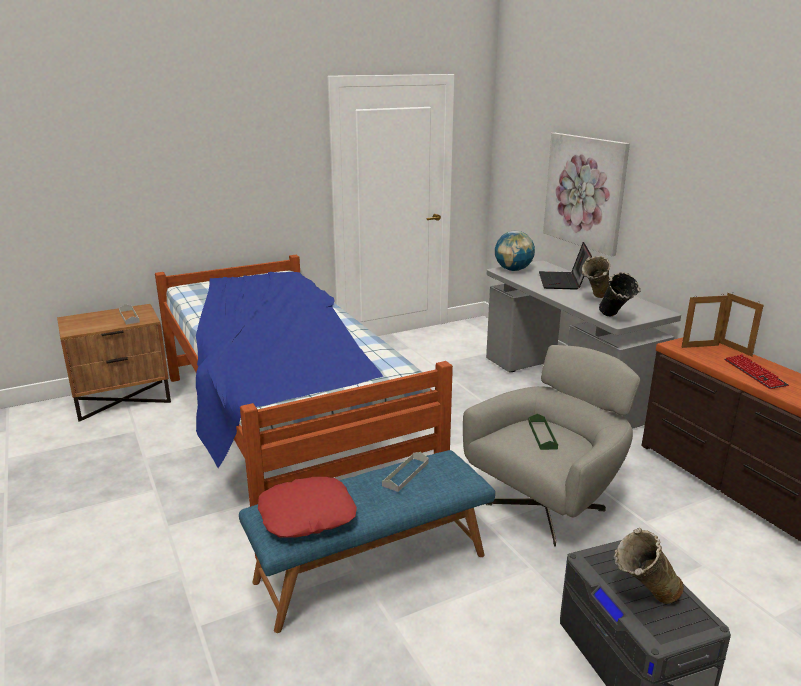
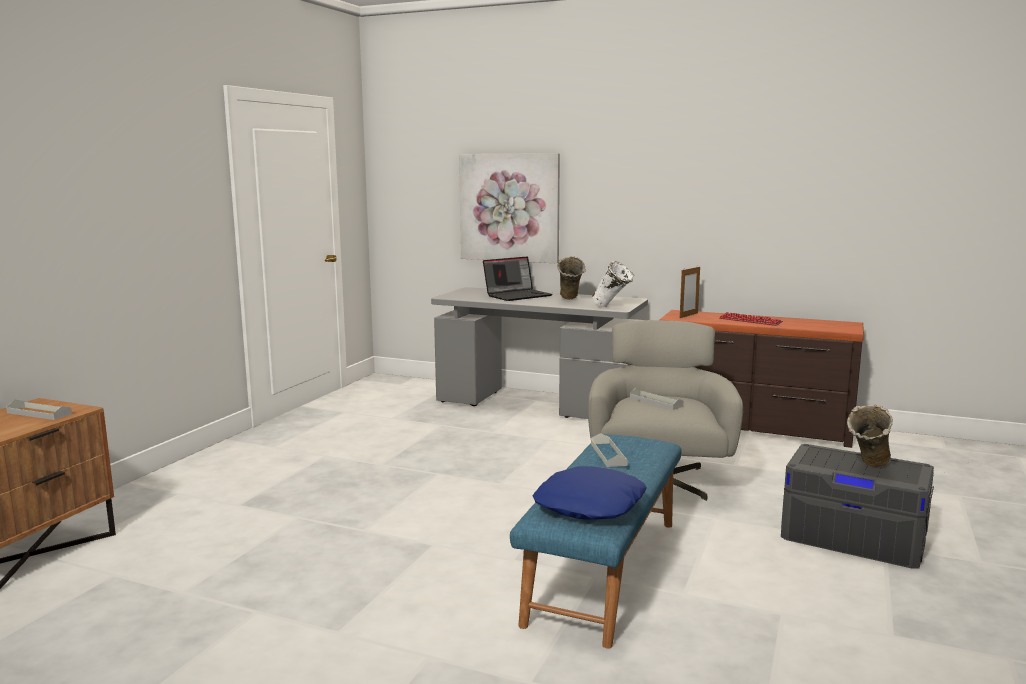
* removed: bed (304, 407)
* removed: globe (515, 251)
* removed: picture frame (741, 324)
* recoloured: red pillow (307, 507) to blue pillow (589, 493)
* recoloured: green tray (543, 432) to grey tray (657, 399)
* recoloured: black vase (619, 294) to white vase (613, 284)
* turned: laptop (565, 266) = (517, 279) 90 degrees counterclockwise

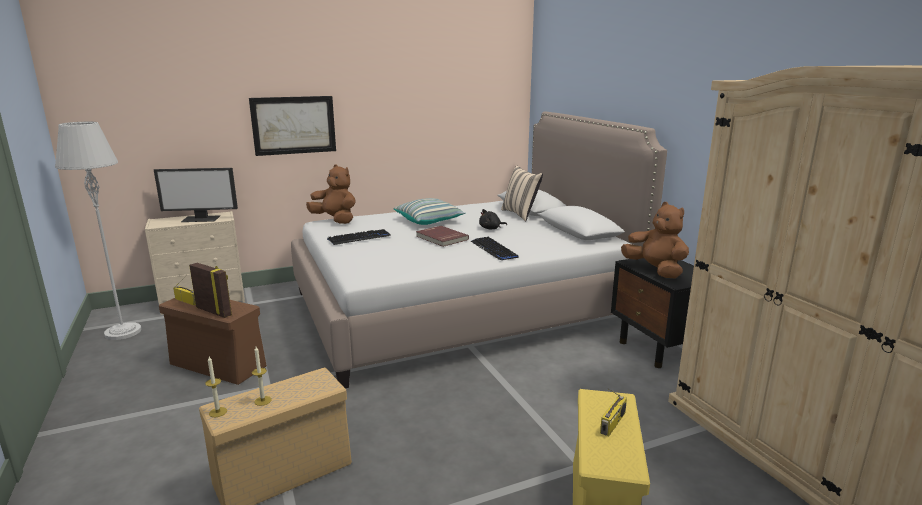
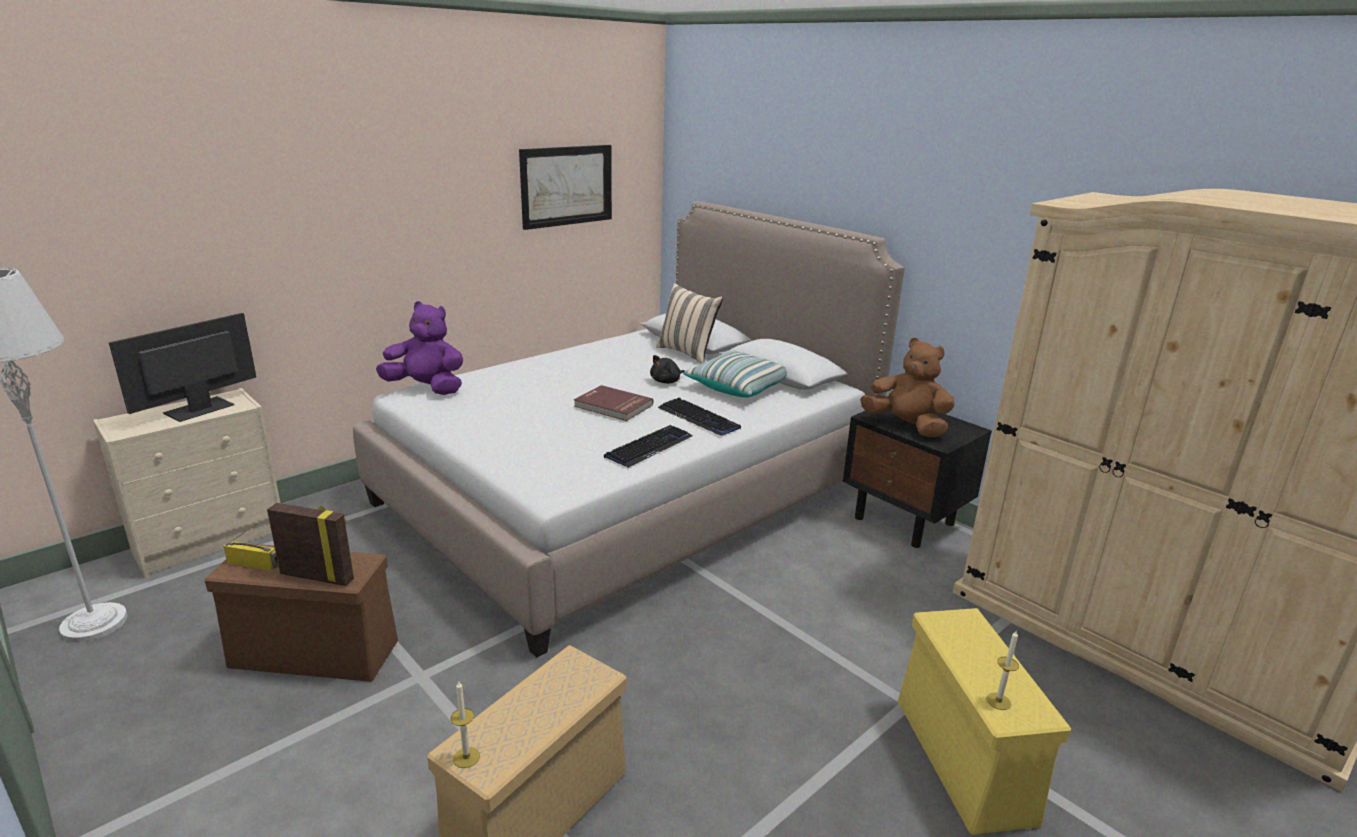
* removed: radio (613, 412)
* moved: picture (292, 126) to (565, 187)
* moved: candle (262, 376) to (1002, 670)
* moved: keyboard (359, 237) to (648, 446)
* moved: pillow (430, 211) to (735, 375)
* recoloured: brown plush toy (331, 194) to purple plush toy (419, 348)
* turned: monitor (196, 195) = (182, 367) 150 degrees clockwise

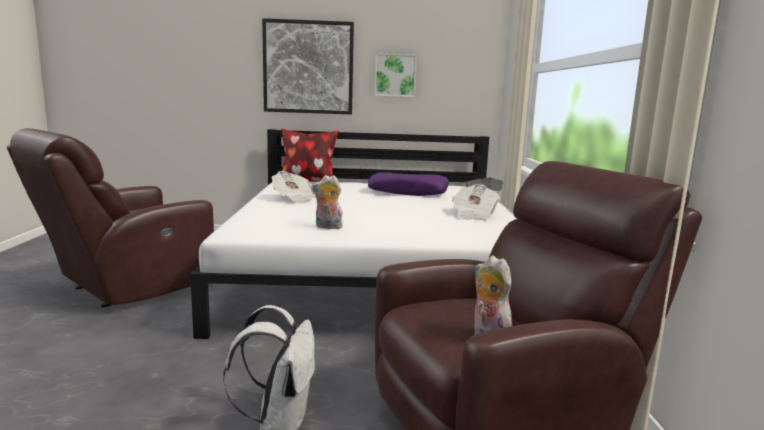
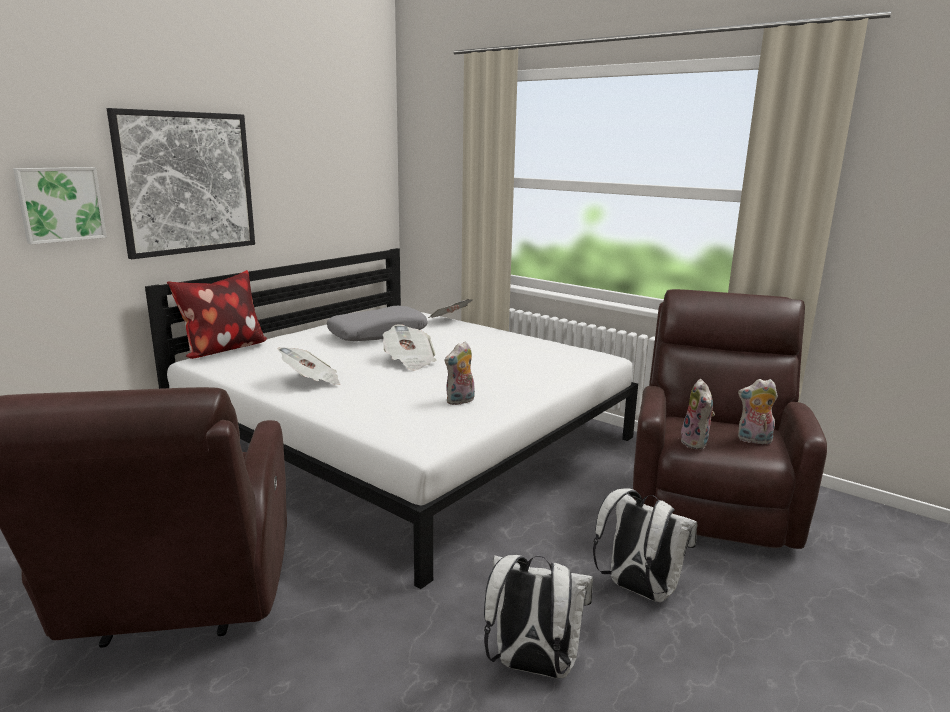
* added: white backpack (538, 616)
* added: plush toy (698, 414)
* moved: picture (395, 75) to (60, 206)
* moved: newspaper (476, 202) to (410, 347)
* recoloured: purple pillow (408, 184) to grey pillow (377, 323)

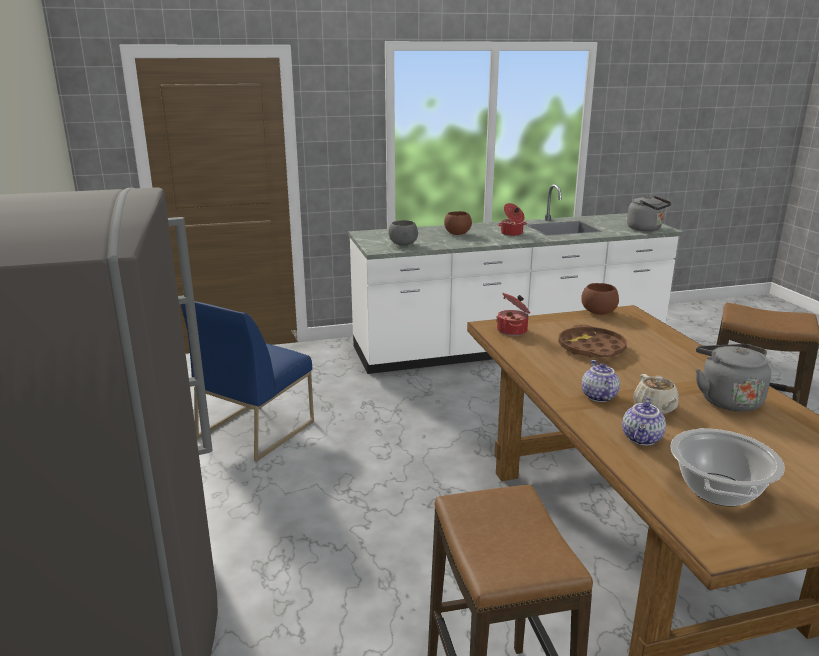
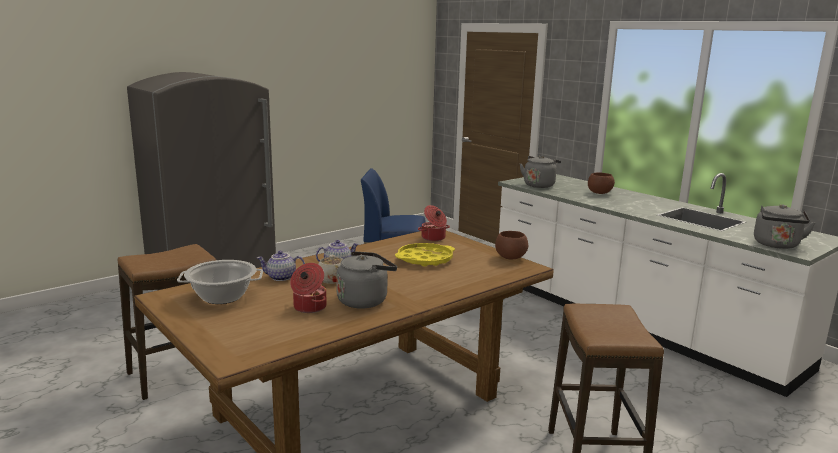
* moved: cooking pot (512, 219) to (308, 288)
* replaced: grey bowl (403, 233) to grey kettle (540, 172)
* recoloured: brown tray (592, 340) to yellow tray (425, 255)

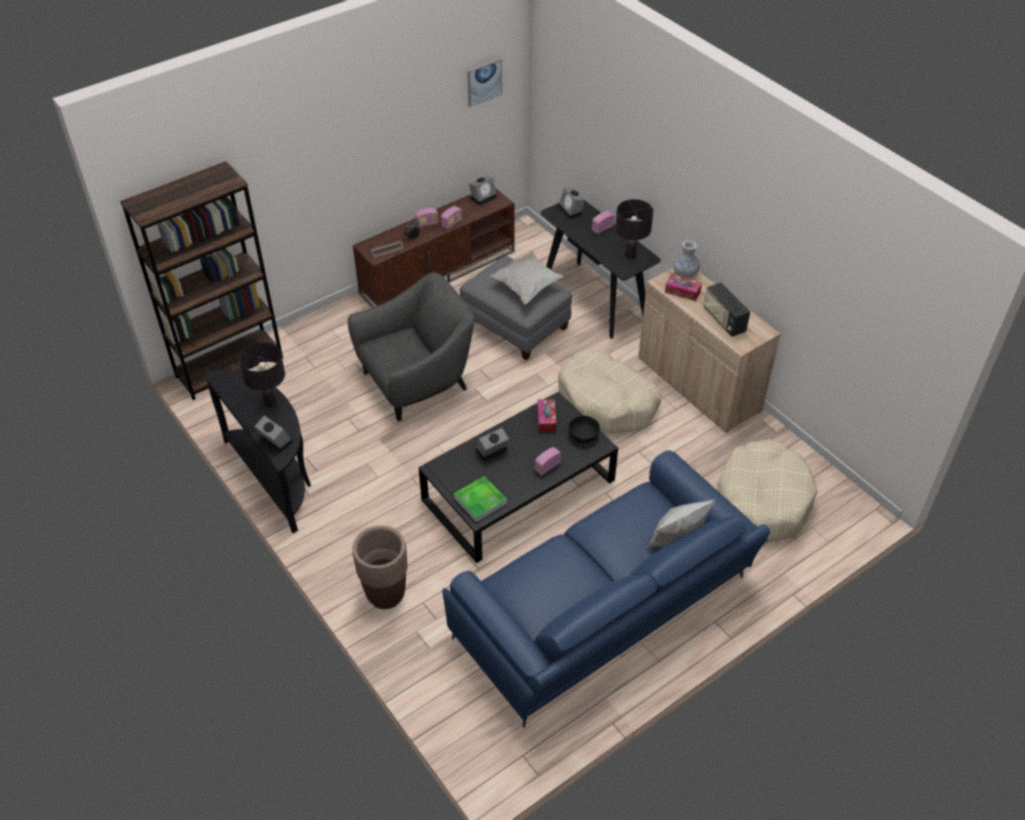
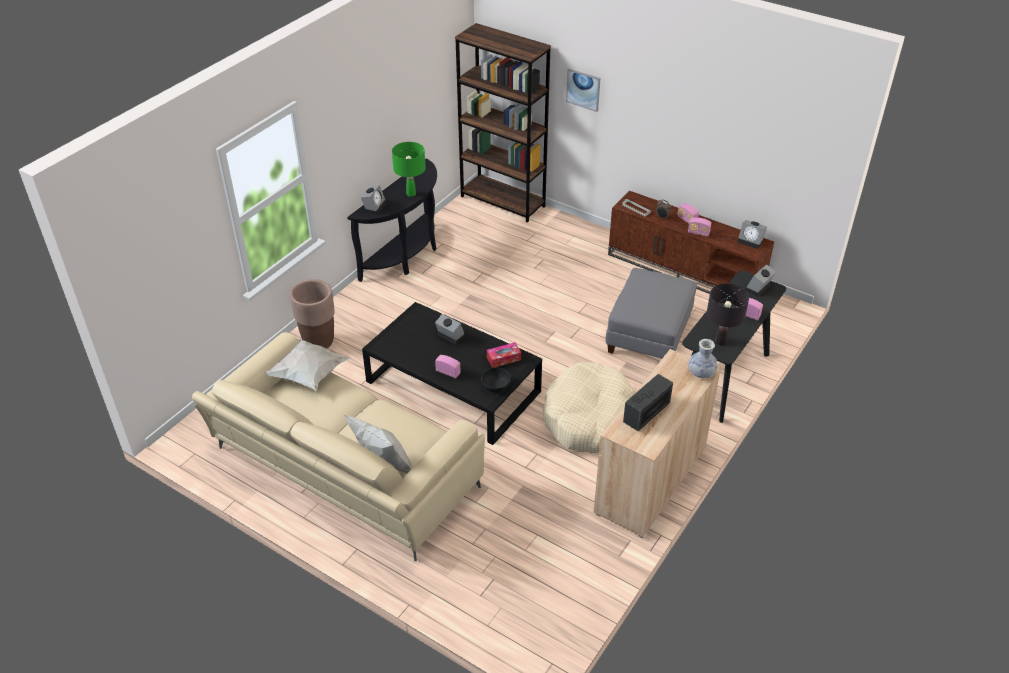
* removed: grey armchair (411, 346)
* removed: tray (480, 499)
* removed: tissue box (683, 287)
* removed: beige dog bed (767, 491)
* moved: picture (484, 82) to (583, 90)
* moved: white pillow (527, 277) to (308, 365)
* recoloured: black table lamp (262, 374) to green table lamp (409, 169)
* recoloured: blue sofa (606, 589) to beige sofa (338, 446)

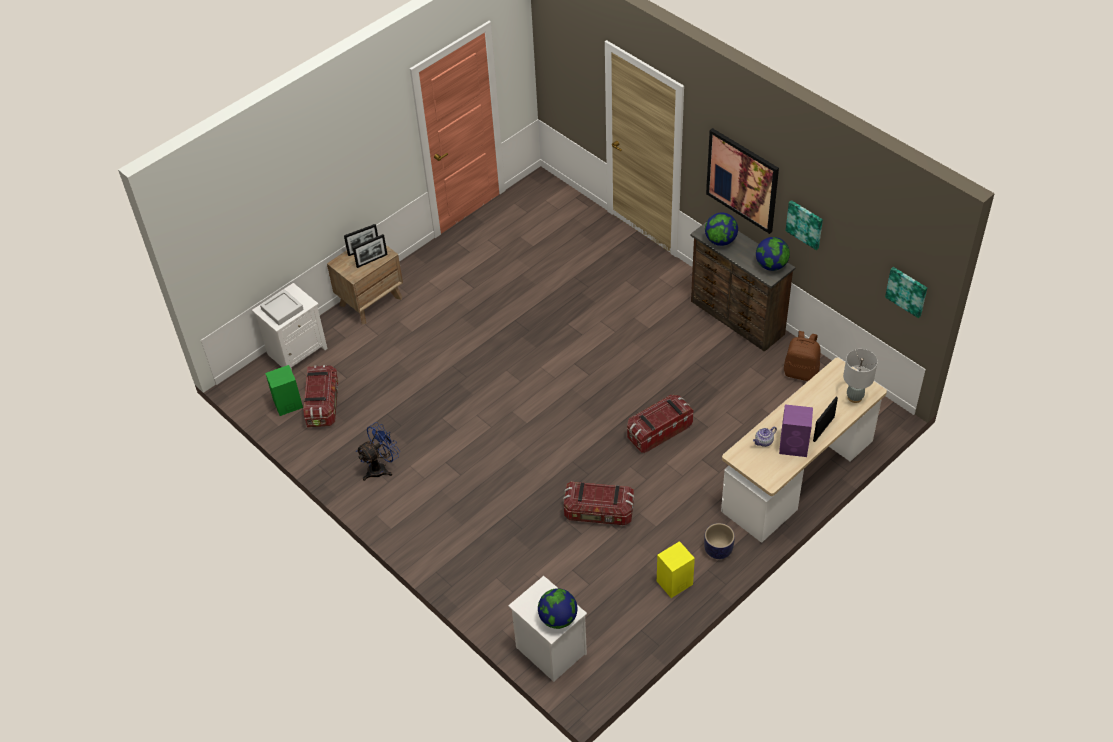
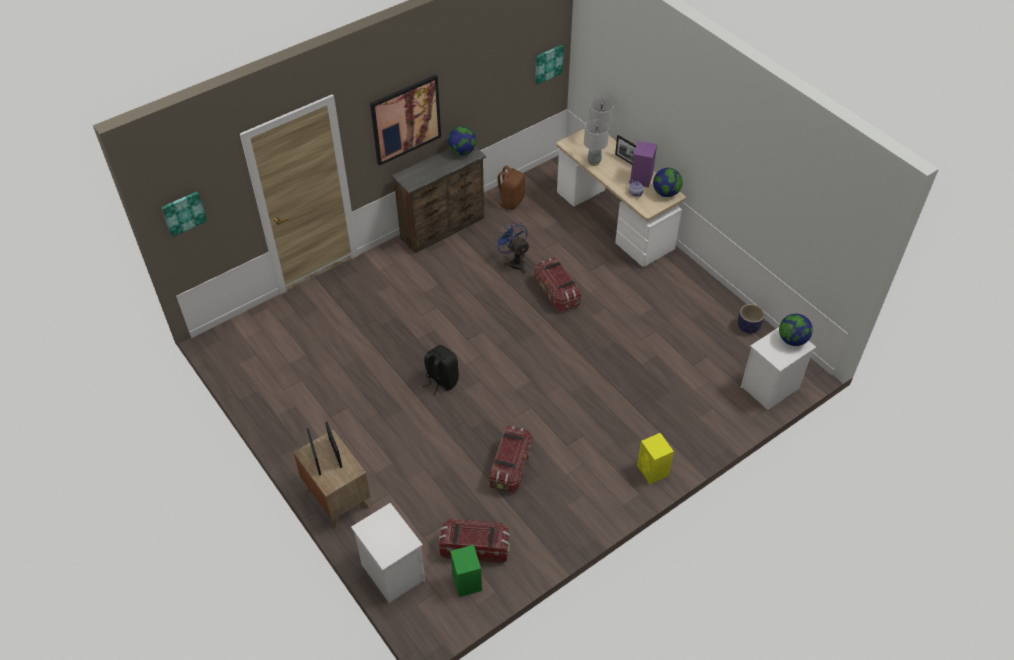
* removed: grey tray (282, 307)
* added: black backpack (441, 370)
* added: grey table lamp (596, 142)
* moved: blue fan (378, 451) to (513, 247)
* moved: storage box (598, 503) to (511, 459)
* moved: yellow speaker (676, 569) to (655, 458)
* moved: planter (719, 541) to (751, 319)
* moved: globe (721, 229) to (668, 182)
* moved: picture (804, 225) to (184, 214)

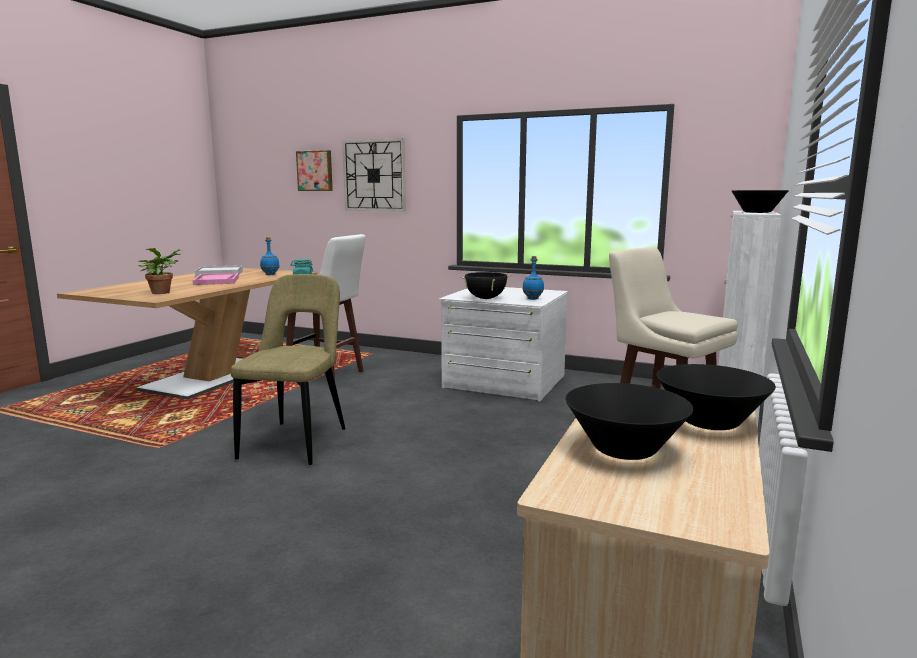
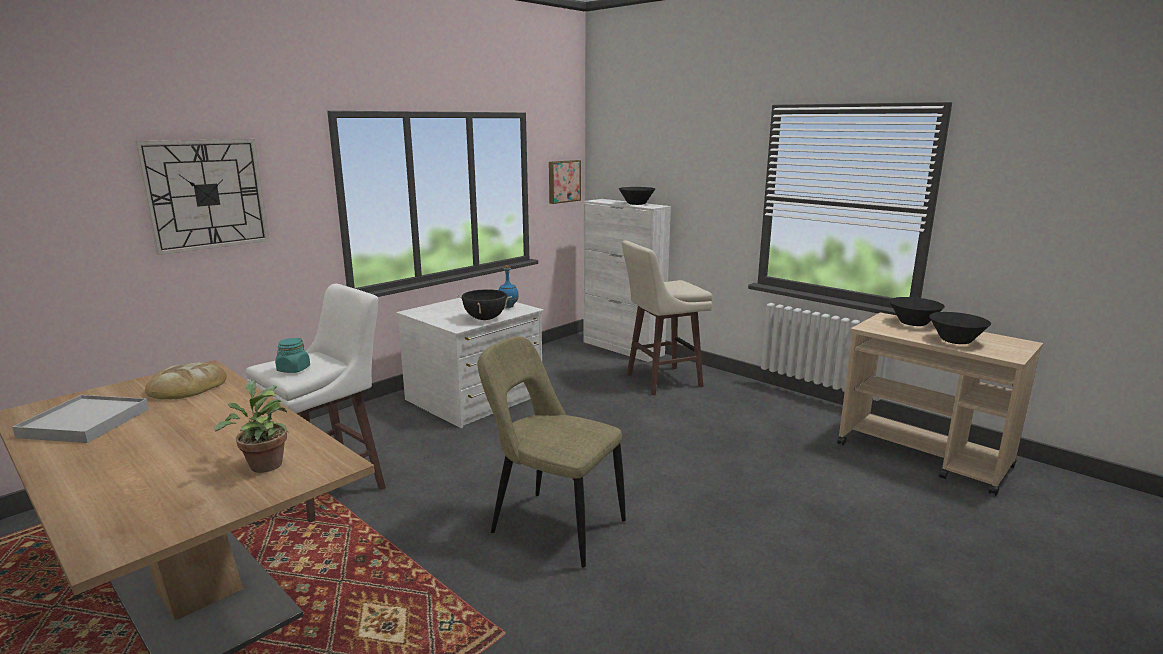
* removed: pink tray (216, 279)
* moved: picture (314, 170) to (565, 182)
* replaced: blue bottle (270, 256) to bread (186, 381)

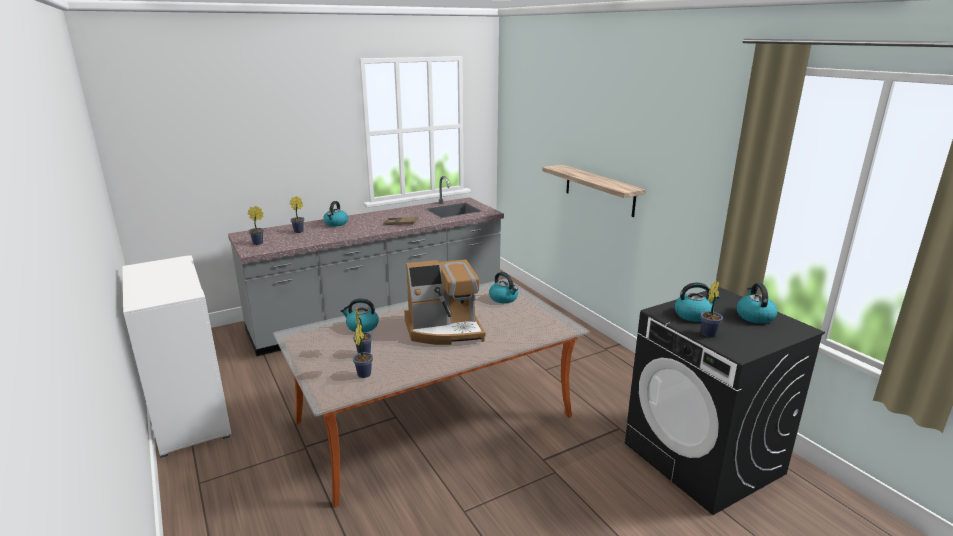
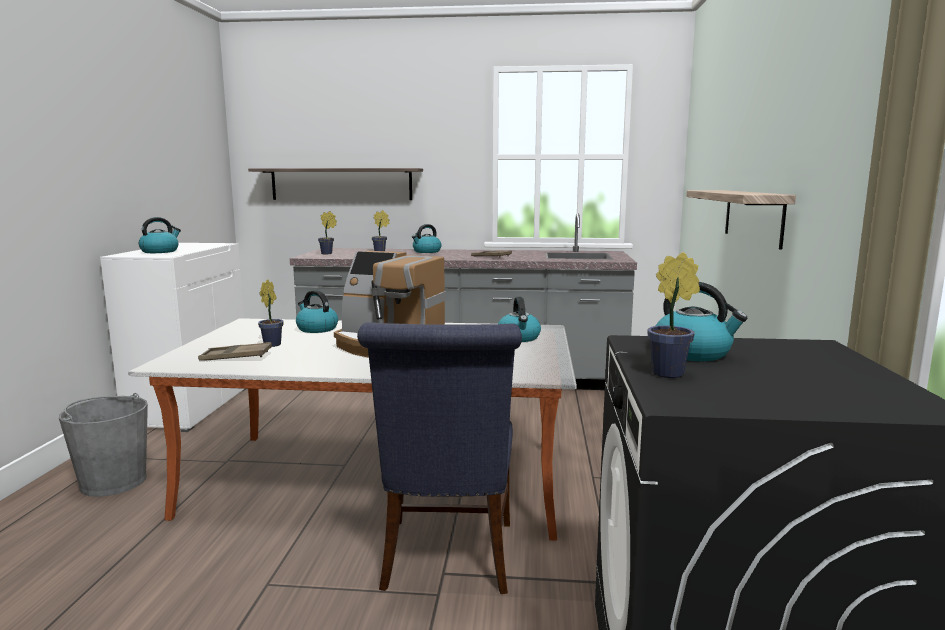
* added: grey bucket (103, 445)
* added: shelf (335, 184)
* added: blue chair (439, 458)
* moved: kettle (756, 303) to (160, 235)
* replaced: potted plant (363, 351) to brown tray (235, 351)

